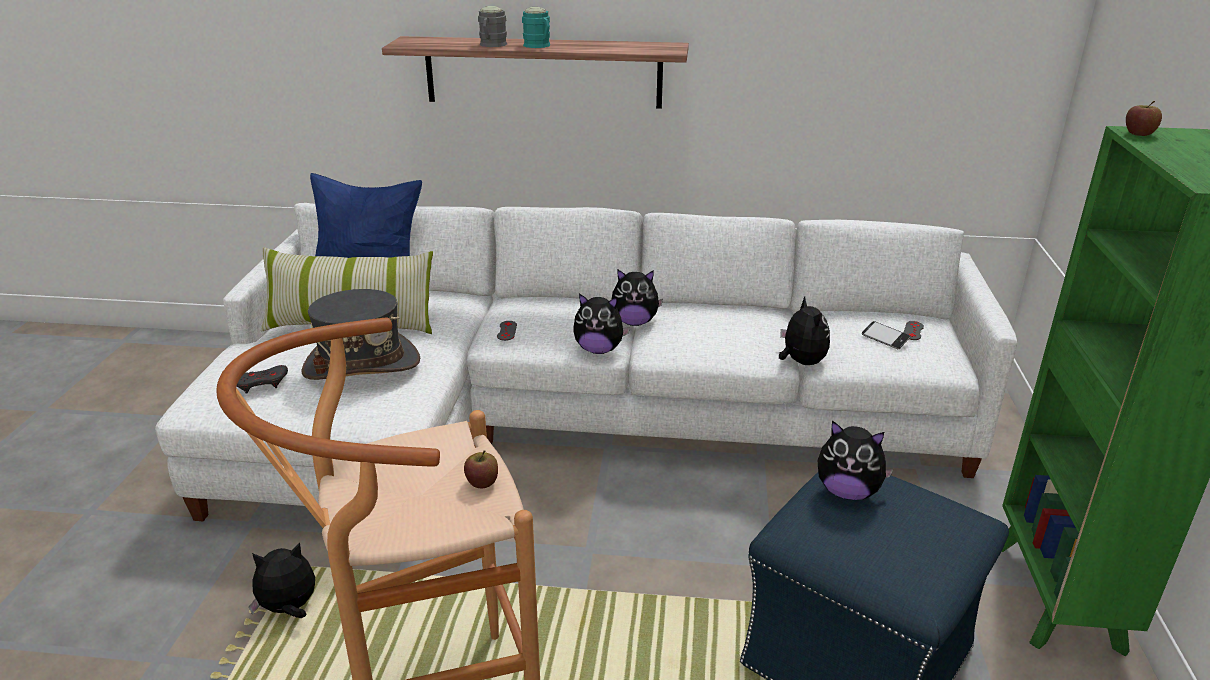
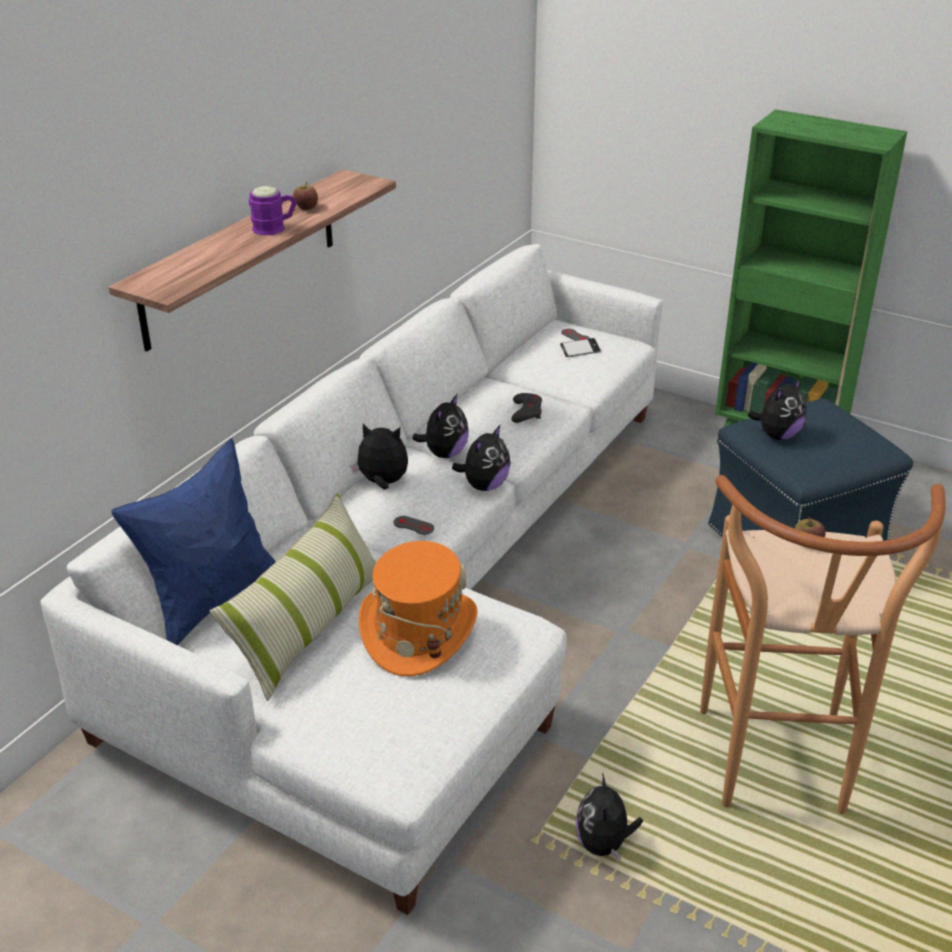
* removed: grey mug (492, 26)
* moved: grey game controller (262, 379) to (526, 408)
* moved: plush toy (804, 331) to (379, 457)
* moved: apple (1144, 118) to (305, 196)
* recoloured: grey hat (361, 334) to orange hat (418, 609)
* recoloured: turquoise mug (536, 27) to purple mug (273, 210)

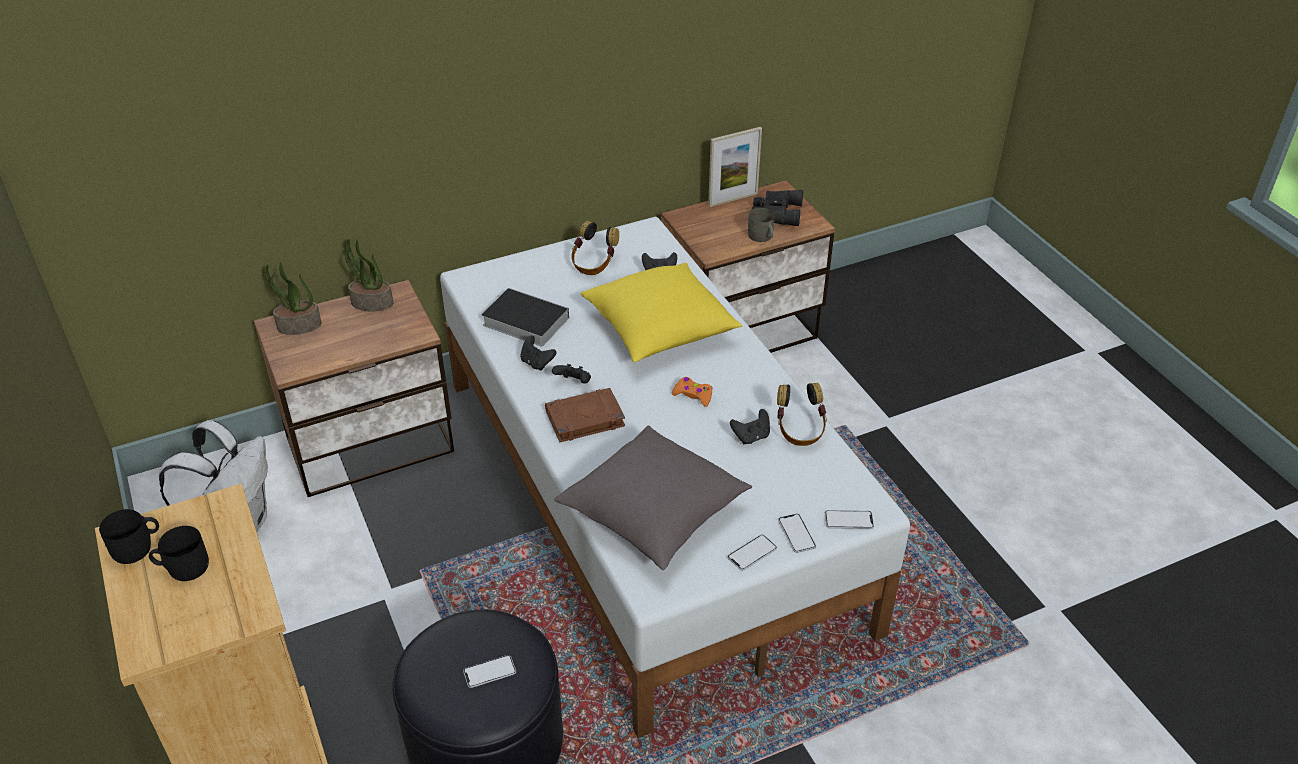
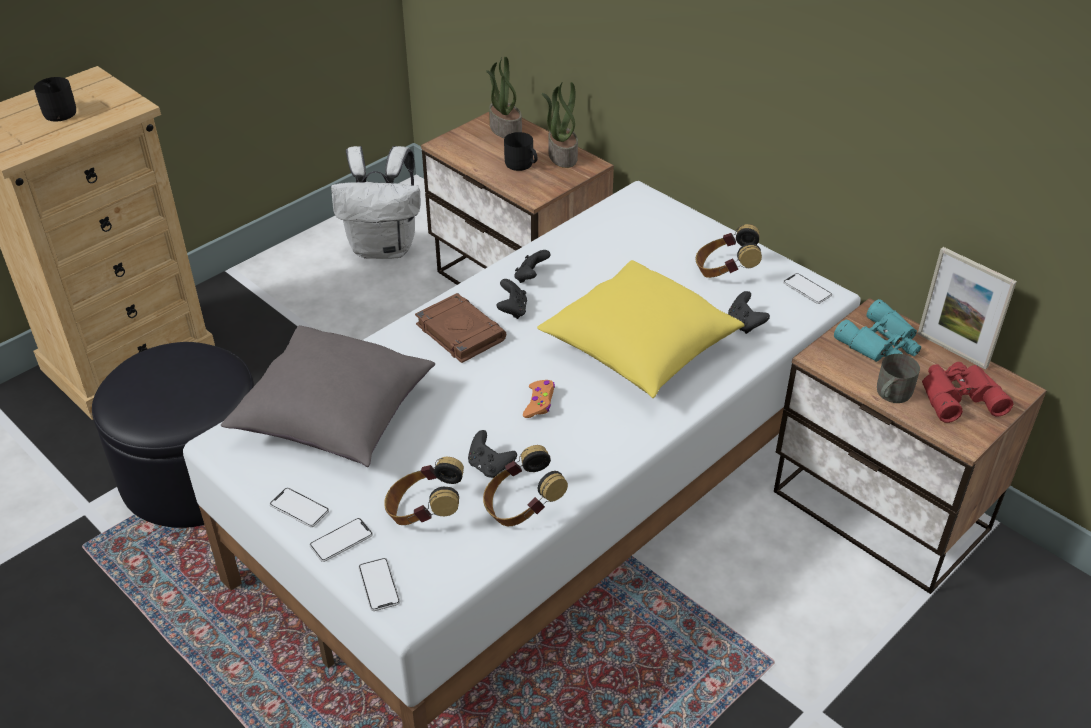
* removed: book (525, 317)
* added: headphones (424, 491)
* added: turquoise binoculars (877, 330)
* moved: black mug (129, 536) to (520, 151)
* moved: phone (489, 671) to (807, 288)
* recoloured: black binoculars (777, 208) to red binoculars (968, 392)

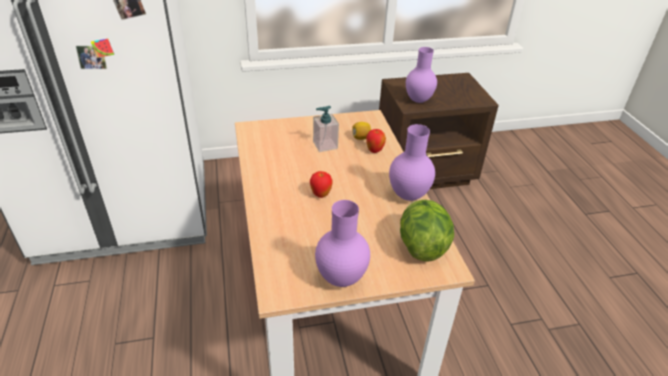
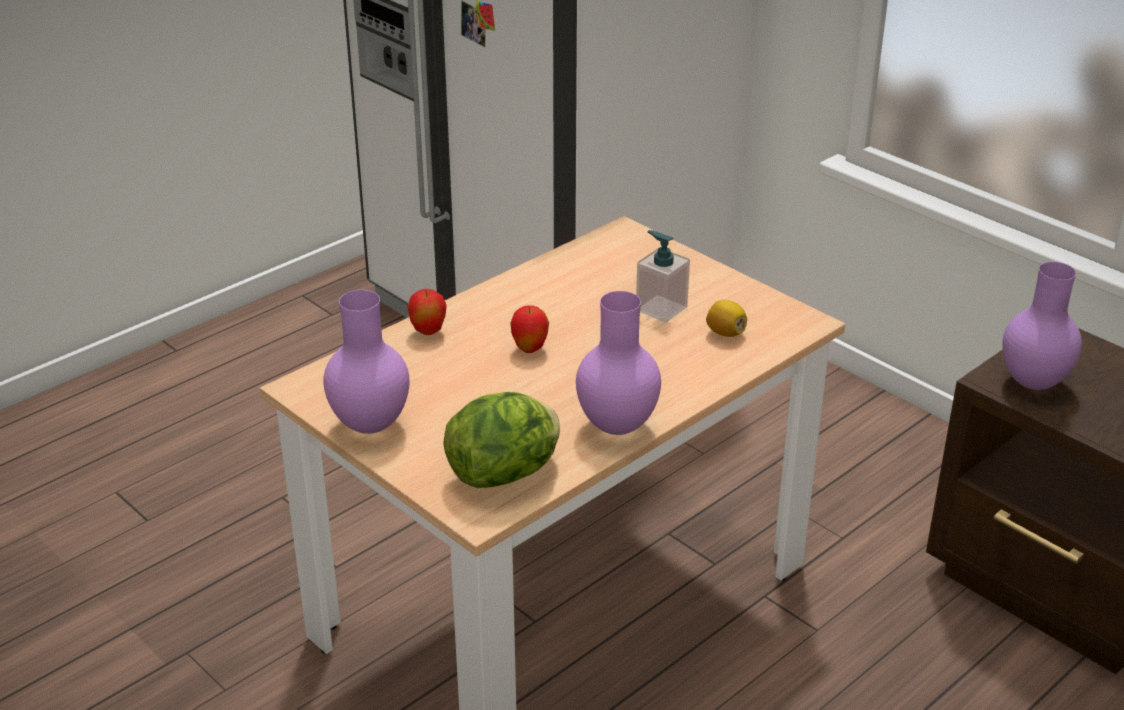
* moved: apple (376, 141) to (427, 312)

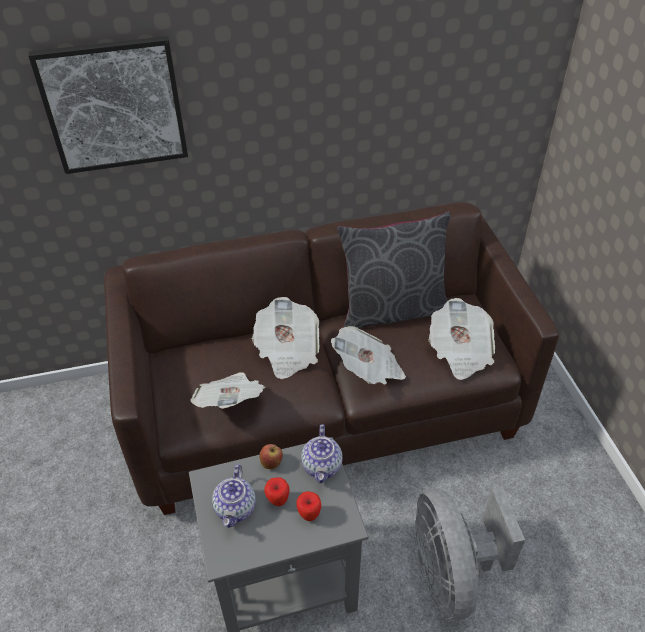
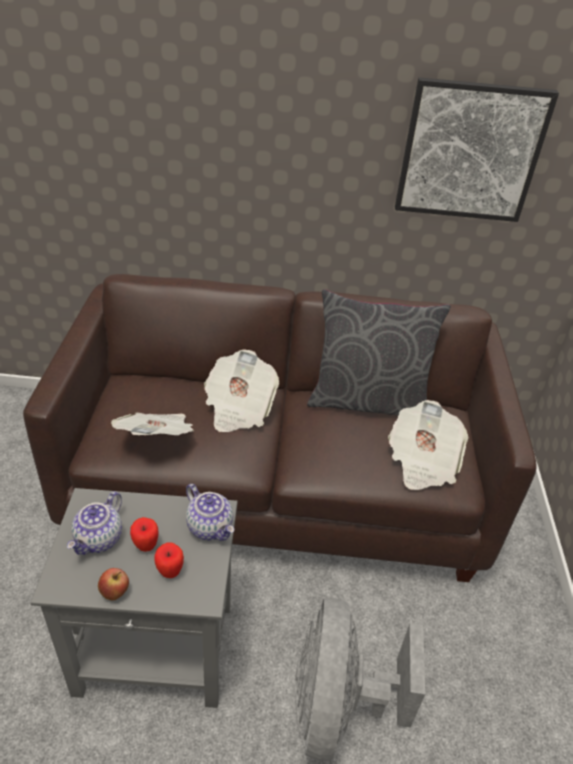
* removed: newspaper (368, 355)
* moved: picture (108, 105) to (477, 149)
* moved: apple (271, 456) to (113, 584)
* turned: teapot (321, 453) = (210, 512) 60 degrees counterclockwise

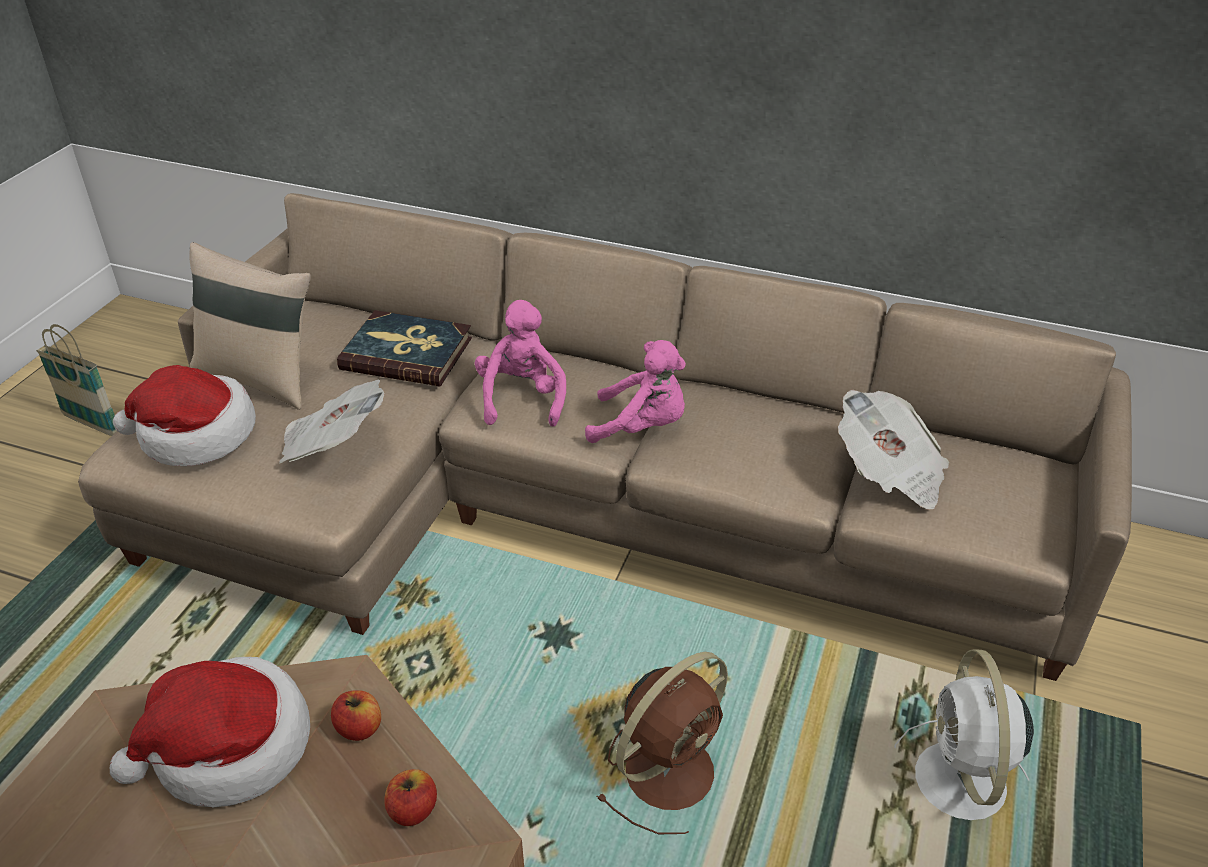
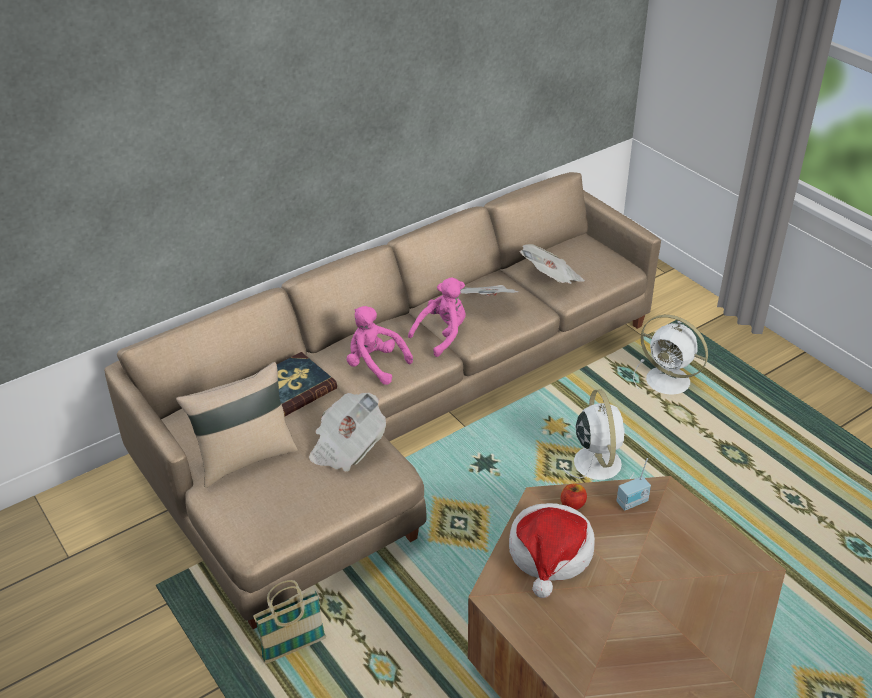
* removed: hat (184, 415)
* added: newspaper (490, 291)
* moved: basket (76, 380) to (289, 622)
* replaced: apple (410, 797) to radio (633, 484)
* recoloured: brown fan (662, 743) to white fan (598, 434)

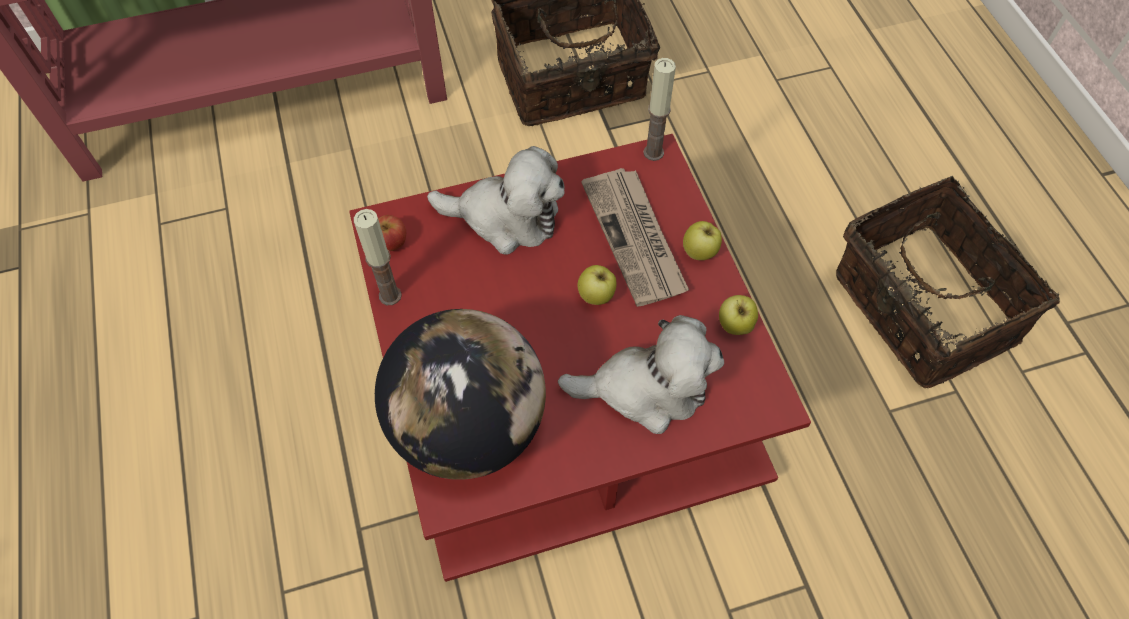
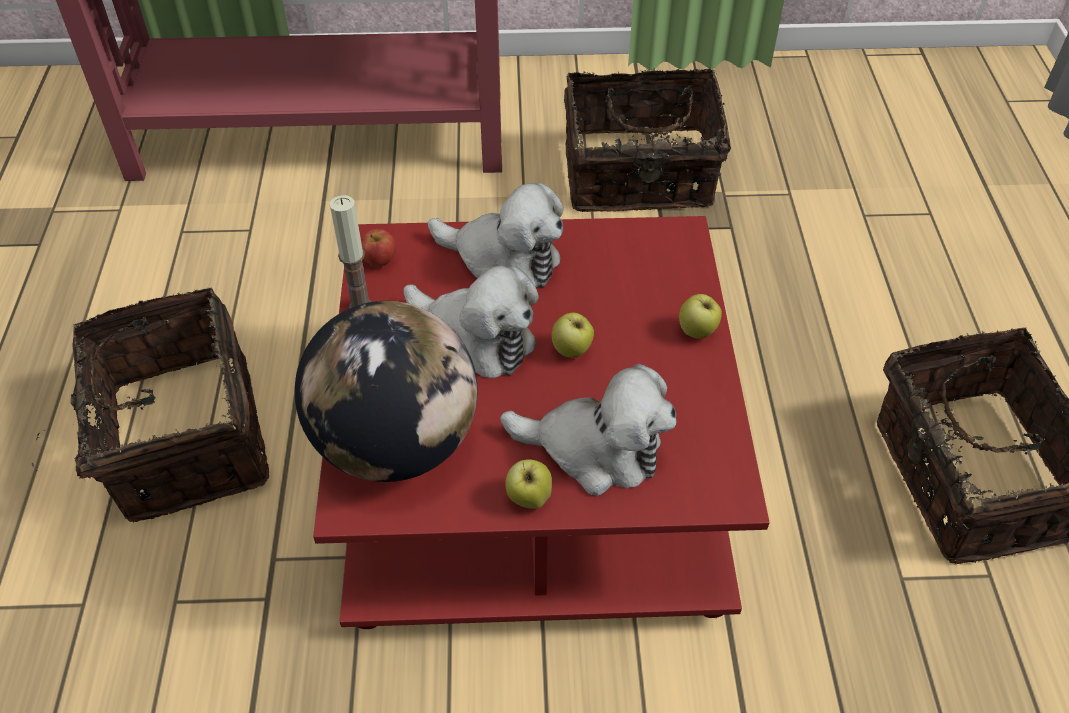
* removed: newspaper (635, 237)
* removed: candle (659, 109)
* added: basket (150, 405)
* added: plush toy (471, 321)
* moved: apple (738, 315) to (528, 484)

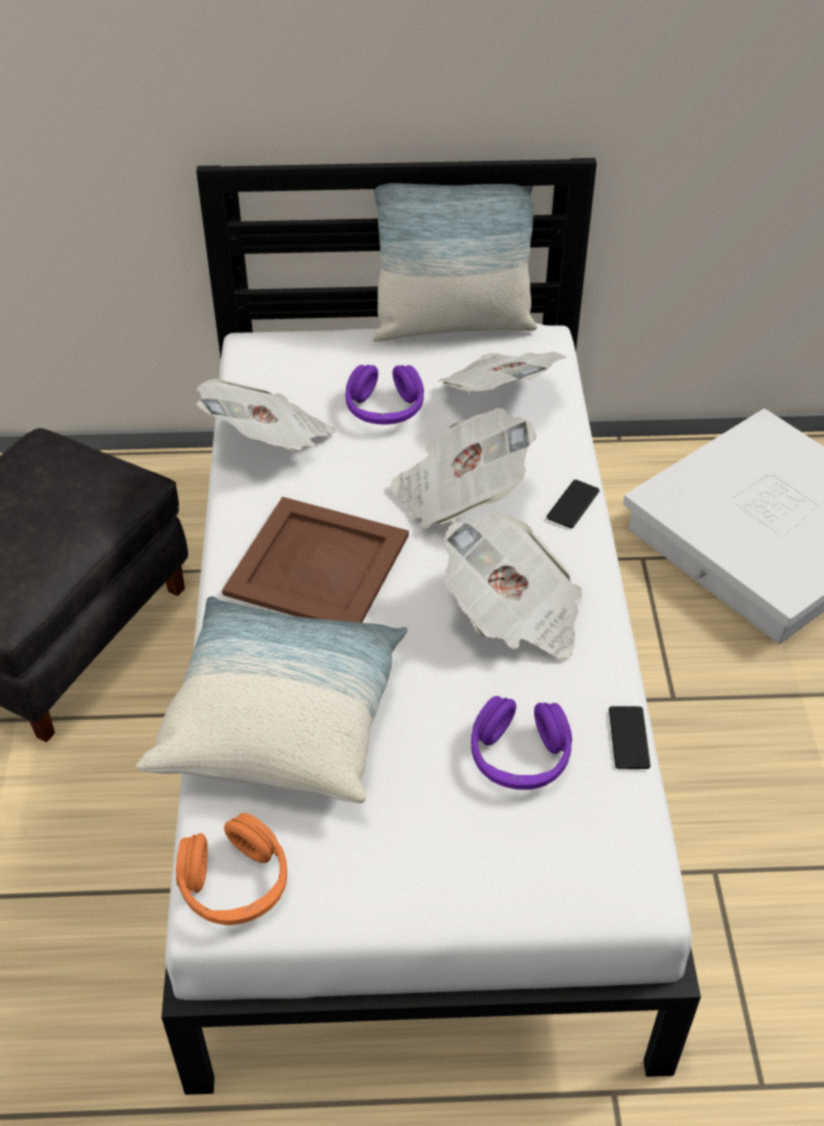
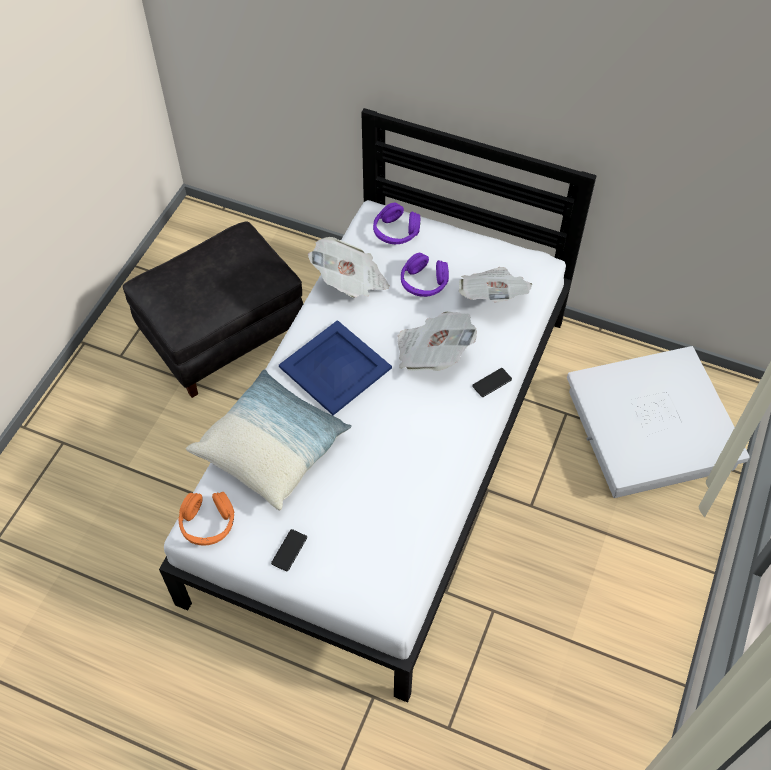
* removed: pillow (455, 262)
* removed: newspaper (513, 586)
* moved: purple headphones (521, 743) to (396, 223)
* moved: phone (630, 737) to (289, 550)
* recoloured: brown tray (315, 560) to blue tray (335, 367)

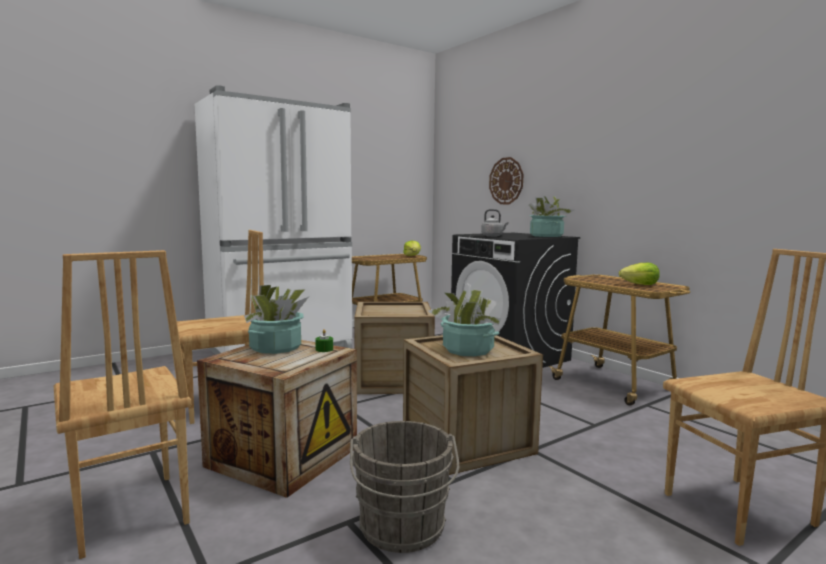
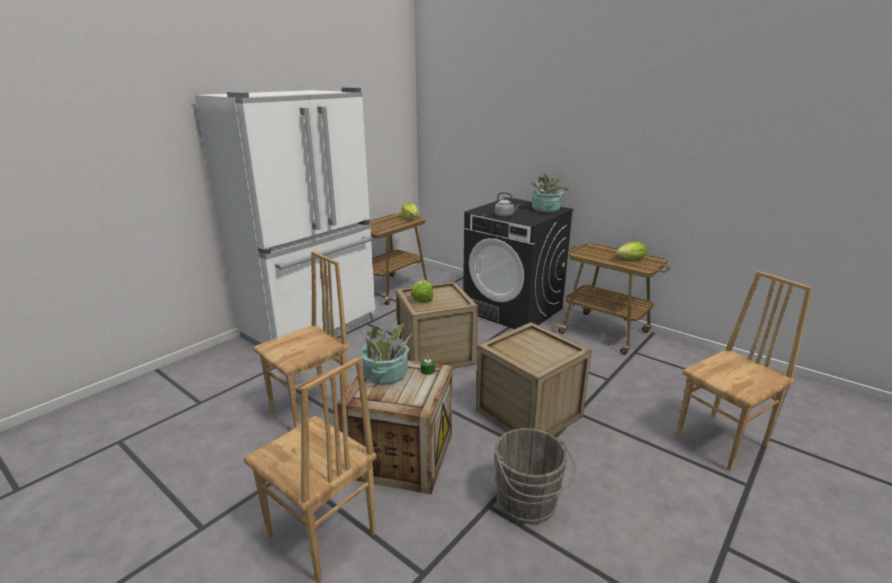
* removed: potted plant (464, 323)
* removed: wall clock (506, 180)
* added: lettuce (422, 291)

